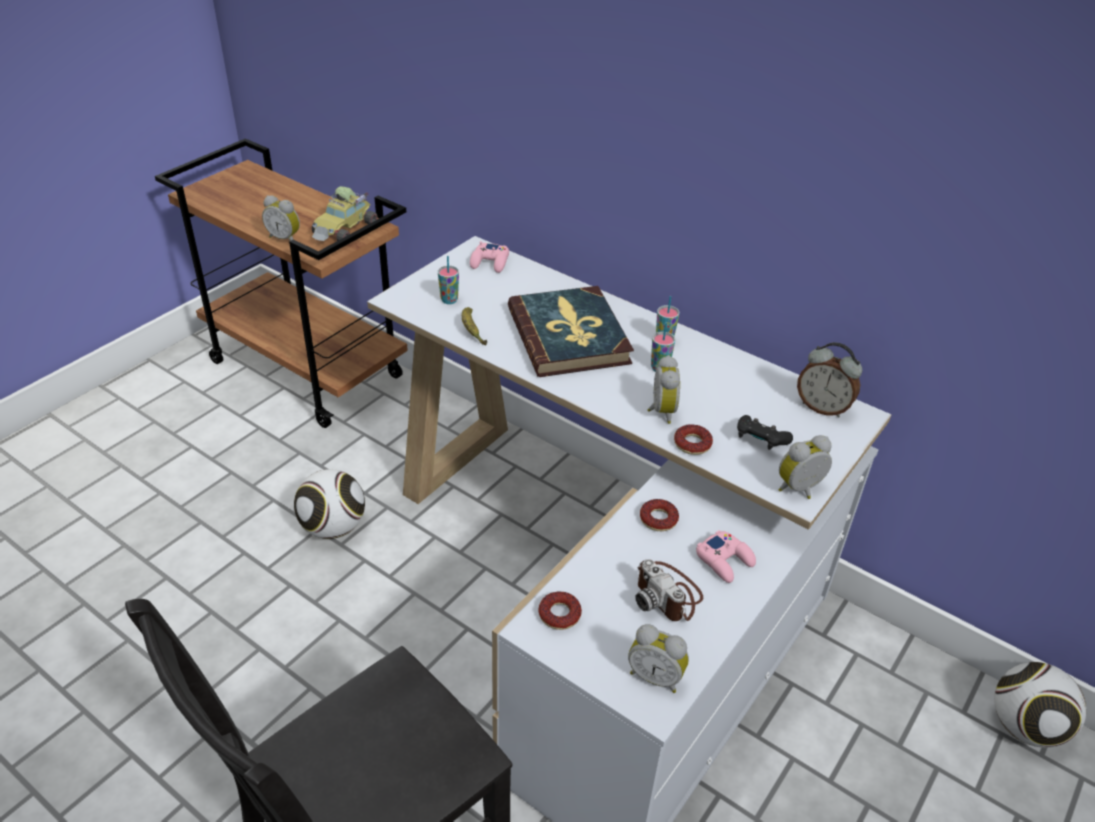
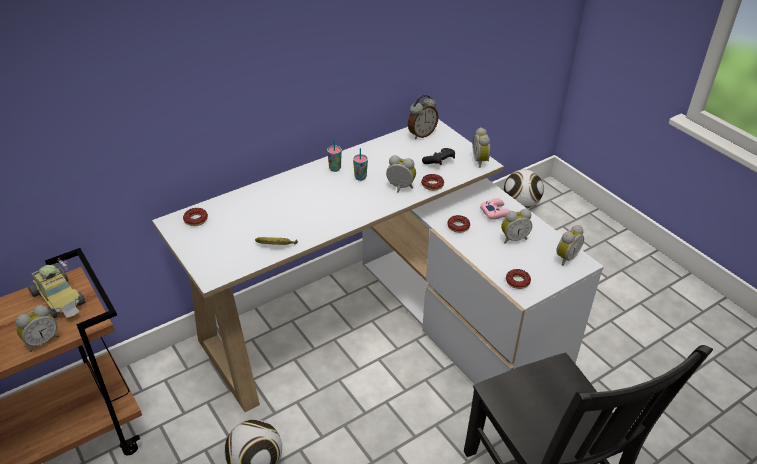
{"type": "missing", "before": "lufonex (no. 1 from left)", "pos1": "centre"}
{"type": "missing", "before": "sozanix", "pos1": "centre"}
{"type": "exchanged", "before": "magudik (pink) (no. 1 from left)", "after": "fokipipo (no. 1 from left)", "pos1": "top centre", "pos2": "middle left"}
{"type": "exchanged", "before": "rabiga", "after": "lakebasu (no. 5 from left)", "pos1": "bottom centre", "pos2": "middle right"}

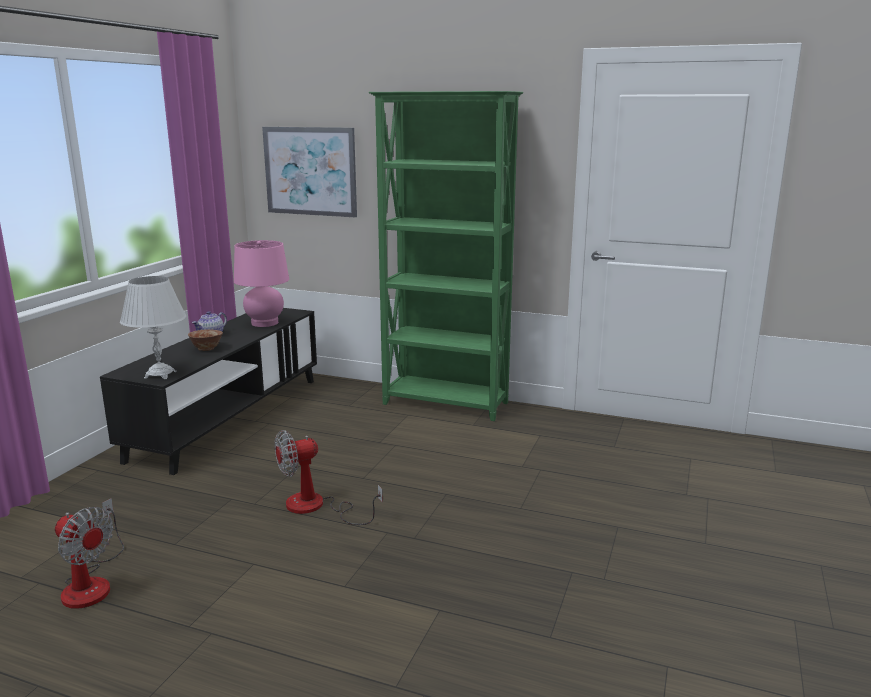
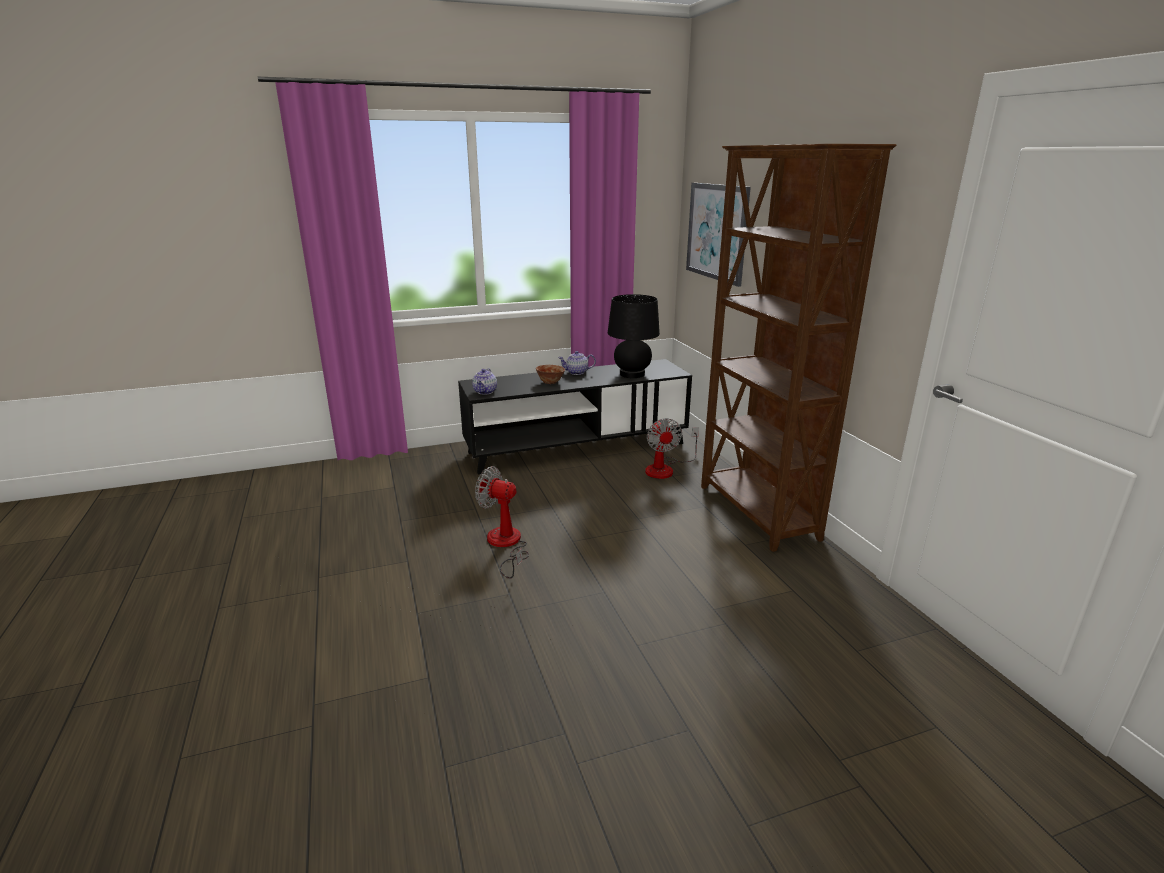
{"type": "relocated", "before": "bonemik (no. 1 from left in the first image)", "after": "bonemik (no. 2 from left)", "pos1": "bottom left", "pos2": "centre"}
{"type": "exchanged", "before": "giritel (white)", "after": "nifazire (no. 1 from left)", "pos1": "middle left", "pos2": "centre"}
{"type": "colour", "before": "giritel (pink)", "after": "giritel (black)", "pos1": "middle left", "pos2": "centre"}
{"type": "colour", "before": "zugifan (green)", "after": "zugifan (brown)", "pos1": "centre", "pos2": "middle right"}

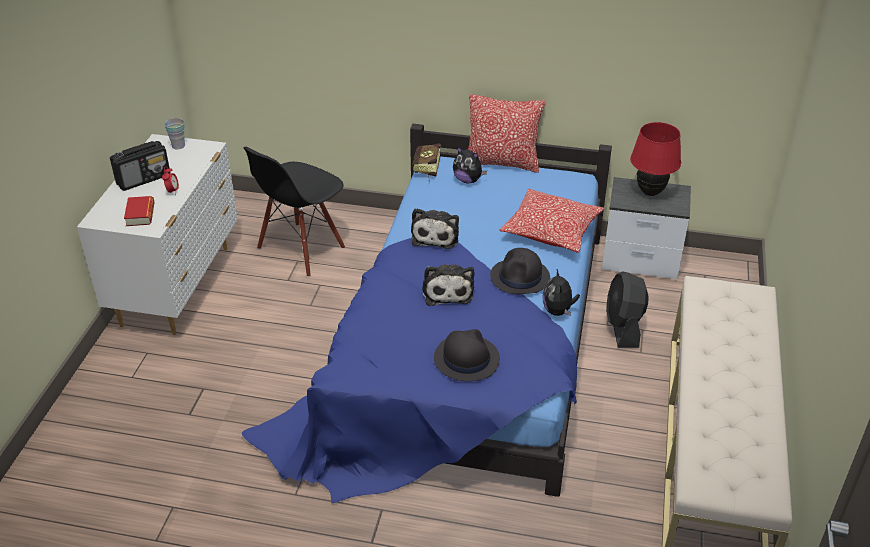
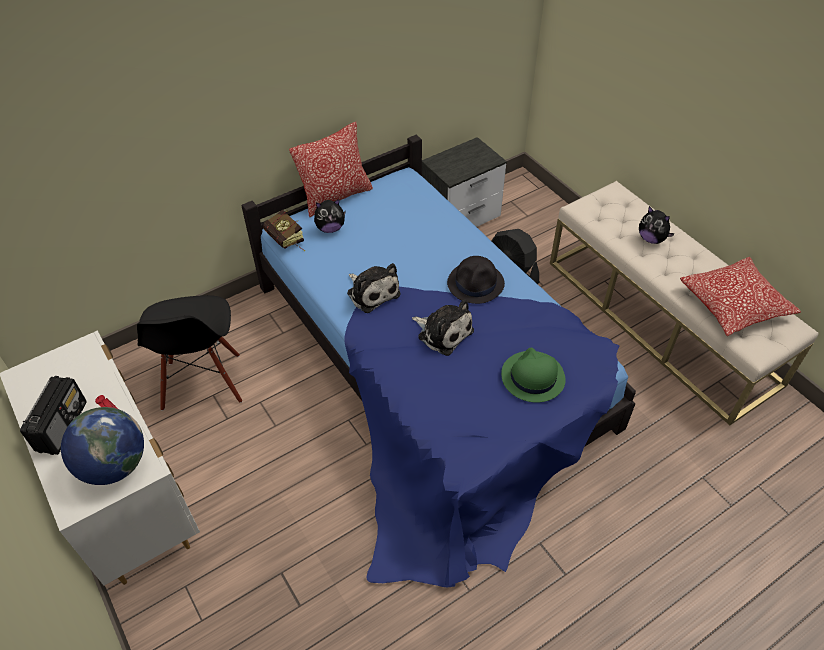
{"type": "missing", "before": "lufonex", "pos1": "top left"}
{"type": "missing", "before": "giritel (red)", "pos1": "top right"}
{"type": "relocated", "before": "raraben (no. 2 from left)", "pos1": "centre", "pos2": "middle right"}
{"type": "relocated", "before": "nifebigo (no. 4 from left)", "pos1": "centre", "pos2": "middle right"}
{"type": "exchanged", "before": "sozanix (no. 1 from left)", "after": "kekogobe", "pos1": "middle left", "pos2": "bottom left"}
{"type": "colour", "before": "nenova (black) (no. 1 from left)", "after": "nenova (green)", "pos1": "centre", "pos2": "centre"}

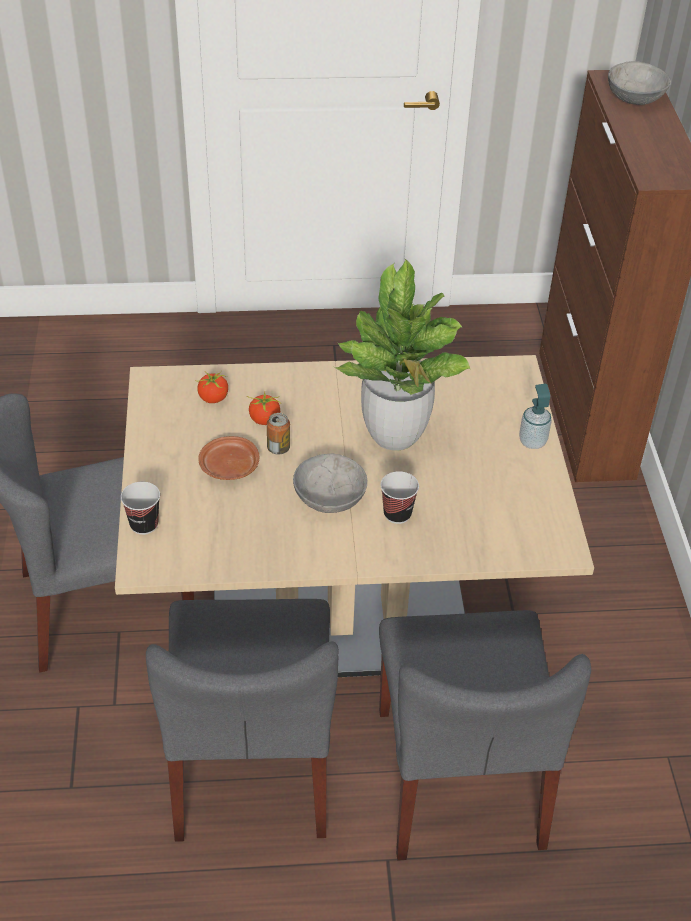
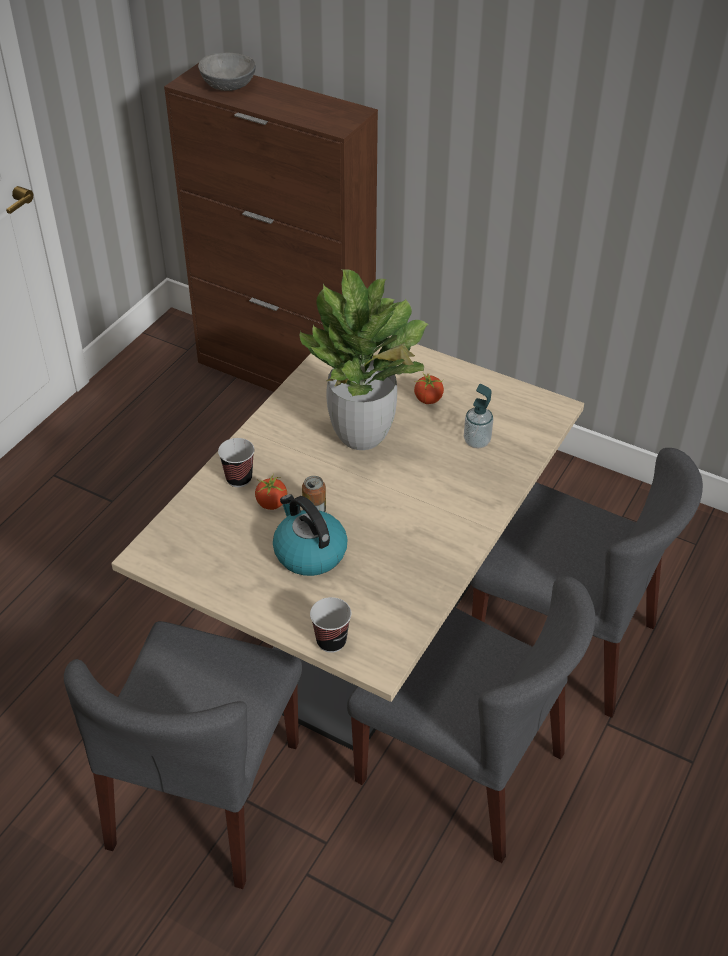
{"type": "missing", "before": "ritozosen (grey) (no. 1 from left)", "pos1": "centre"}
{"type": "relocated", "before": "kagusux (no. 1 from left in the first image)", "after": "kagusux (no. 2 from left)", "pos1": "middle left", "pos2": "centre"}
{"type": "relocated", "before": "lufonex (no. 2 from left in the first image)", "after": "lufonex (no. 1 from left)", "pos1": "centre", "pos2": "middle left"}
{"type": "relocated", "before": "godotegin", "pos1": "middle right", "pos2": "centre"}
{"type": "exchanged", "before": "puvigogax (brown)", "after": "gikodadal", "pos1": "middle left", "pos2": "centre"}

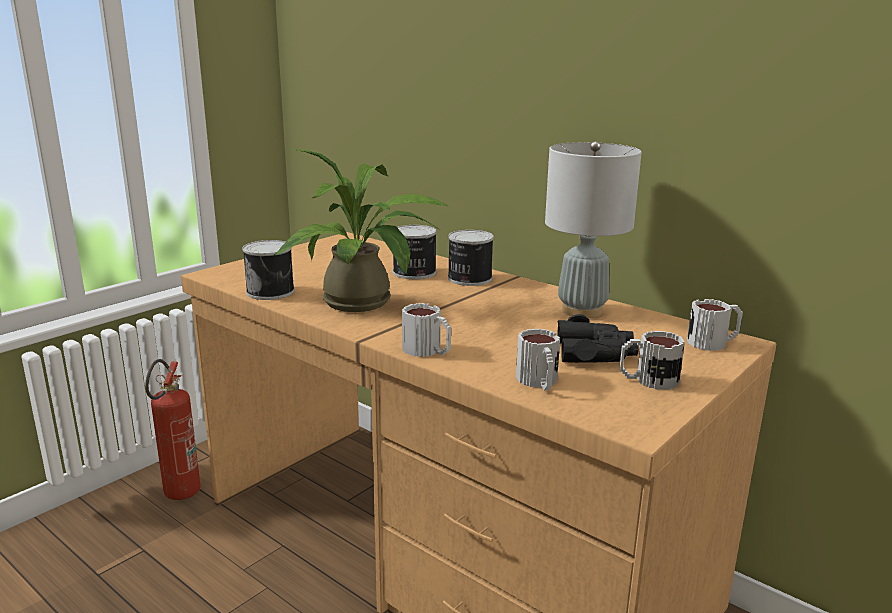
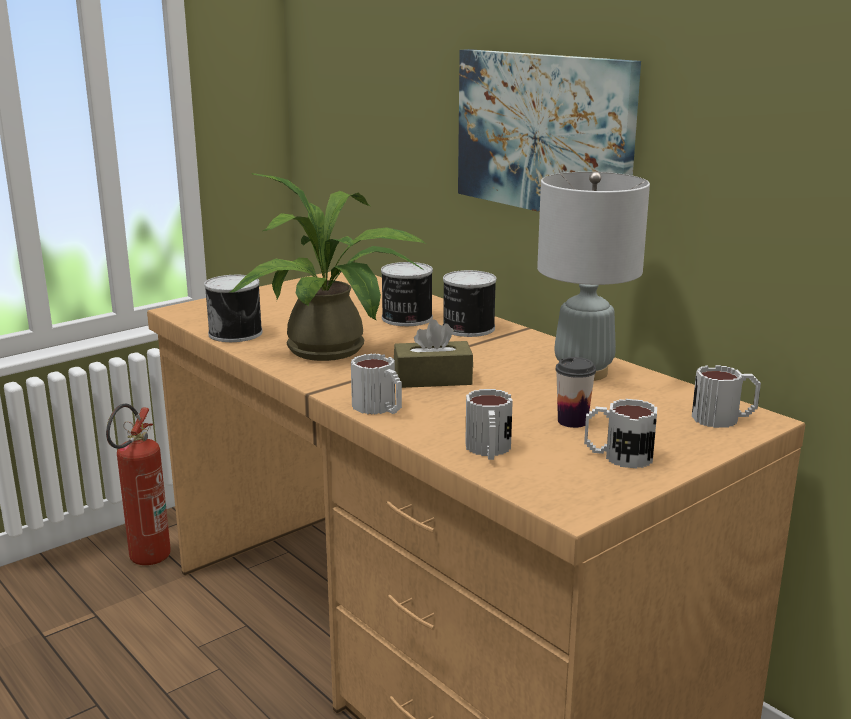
{"type": "appeared", "after": "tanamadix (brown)", "pos2": "centre"}
{"type": "appeared", "after": "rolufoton", "pos2": "top centre"}
{"type": "exchanged", "before": "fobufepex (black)", "after": "lufonex", "pos1": "middle right", "pos2": "middle right"}

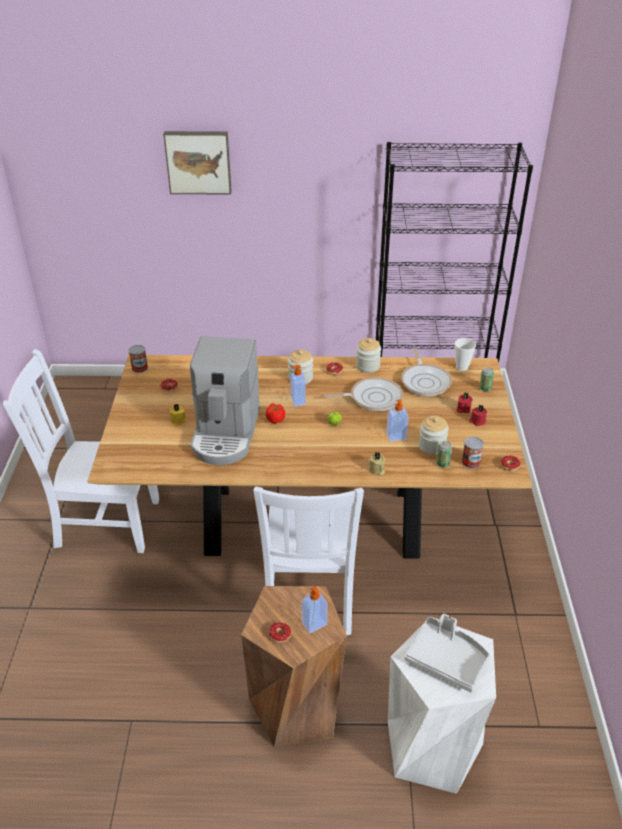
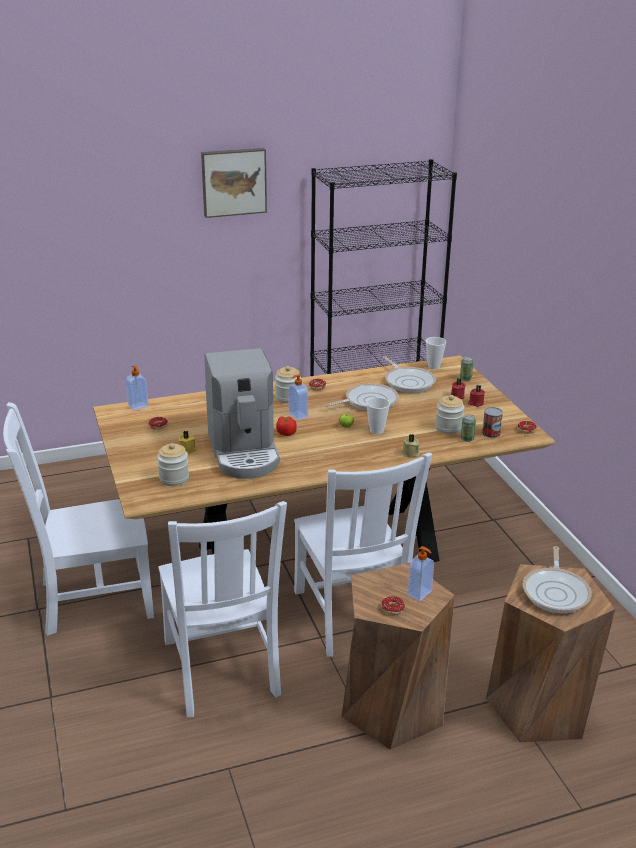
{"type": "missing", "before": "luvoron (no. 1 from left)", "pos1": "middle left"}
{"type": "appeared", "after": "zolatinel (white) (no. 2 from left)", "pos2": "bottom centre"}
{"type": "appeared", "after": "lufonex (no. 1 from left)", "pos2": "centre"}
{"type": "relocated", "before": "rolufoton", "pos1": "top left", "pos2": "top centre"}
{"type": "relocated", "before": "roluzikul (no. 2 from left in the first image)", "after": "roluzikul (no. 1 from left)", "pos1": "centre", "pos2": "middle left"}
{"type": "relocated", "before": "godotegin (no. 3 from left in the first image)", "after": "godotegin (no. 1 from left)", "pos1": "centre", "pos2": "middle left"}
{"type": "exchanged", "before": "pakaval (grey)", "after": "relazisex (no. 3 from left)", "pos1": "bottom right", "pos2": "bottom right"}
{"type": "colour", "before": "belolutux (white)", "after": "belolutux (brown) (no. 2 from left)", "pos1": "bottom right", "pos2": "bottom right"}

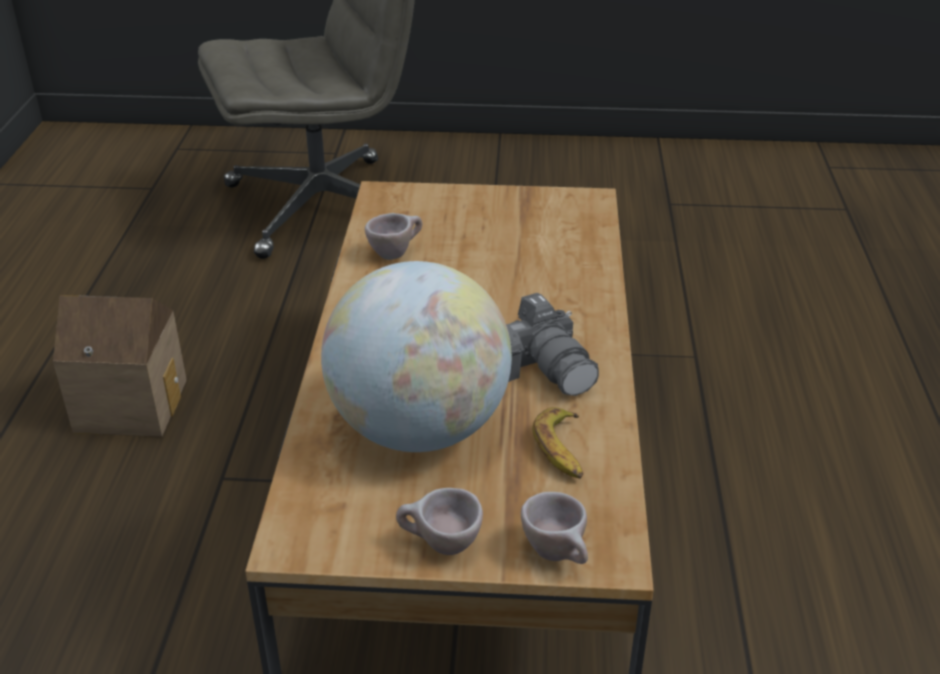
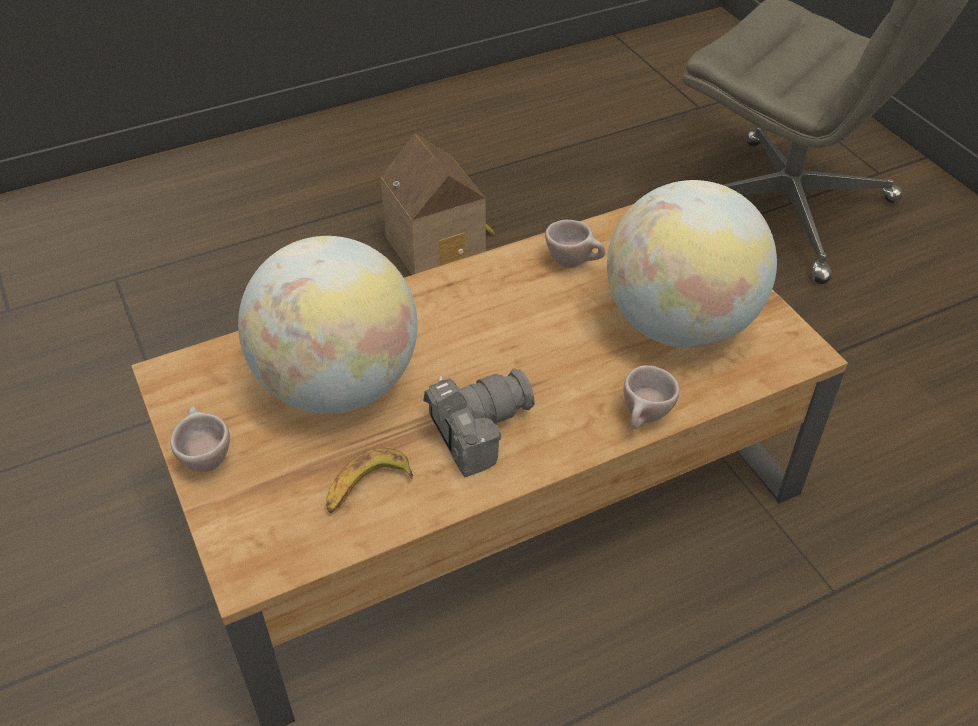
{"type": "appeared", "after": "kekogobe (no. 2 from left)", "pos2": "middle right"}
{"type": "relocated", "before": "lufonex (beige) (no. 3 from left)", "pos1": "bottom centre", "pos2": "centre"}
{"type": "spun", "before": "rabiga", "pos1": "centre", "pos2": "centre", "turn": -150}

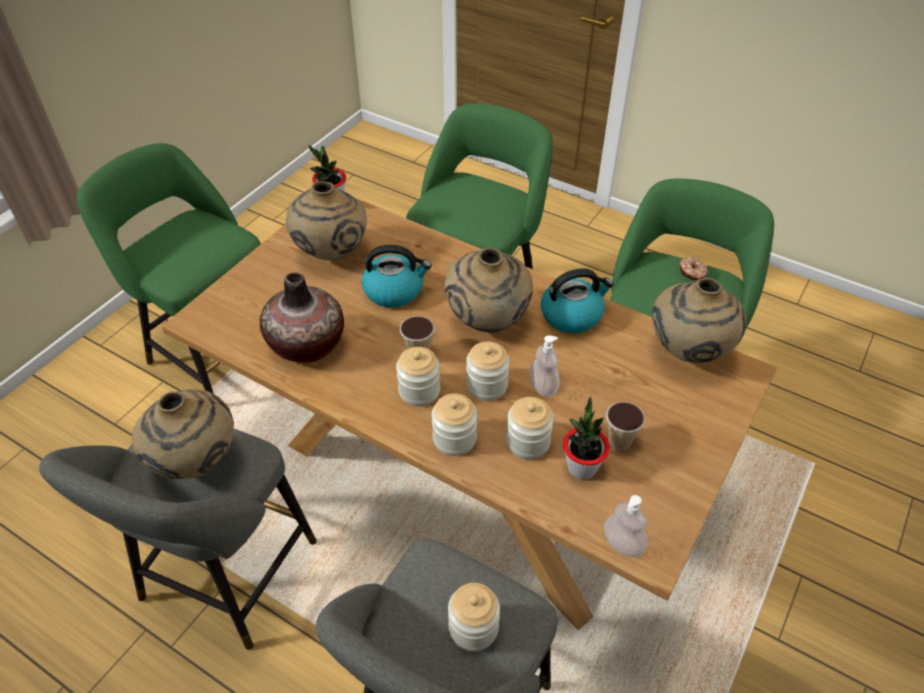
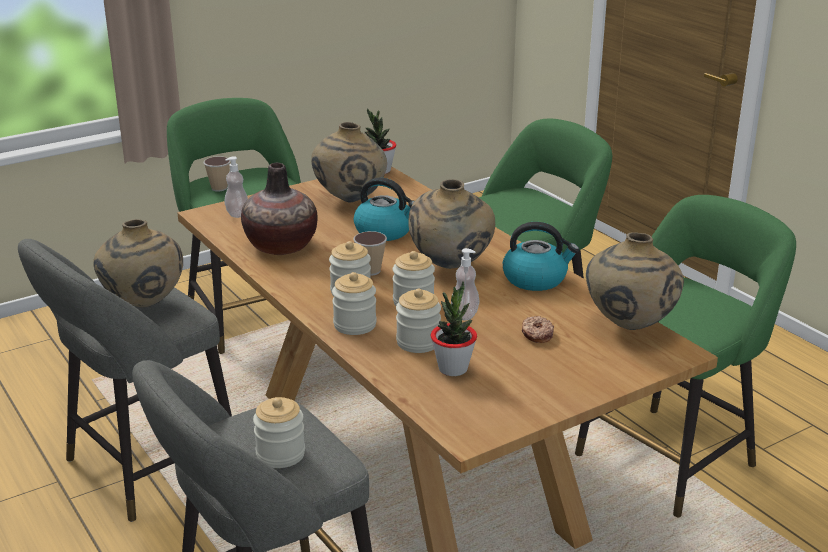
{"type": "relocated", "before": "godotegin (no. 2 from left in the first image)", "after": "godotegin (no. 1 from left)", "pos1": "bottom right", "pos2": "middle left"}
{"type": "relocated", "before": "lufonex (no. 2 from left in the first image)", "after": "lufonex (no. 1 from left)", "pos1": "middle right", "pos2": "top left"}
{"type": "relocated", "before": "fokipipo", "pos1": "middle right", "pos2": "centre"}

